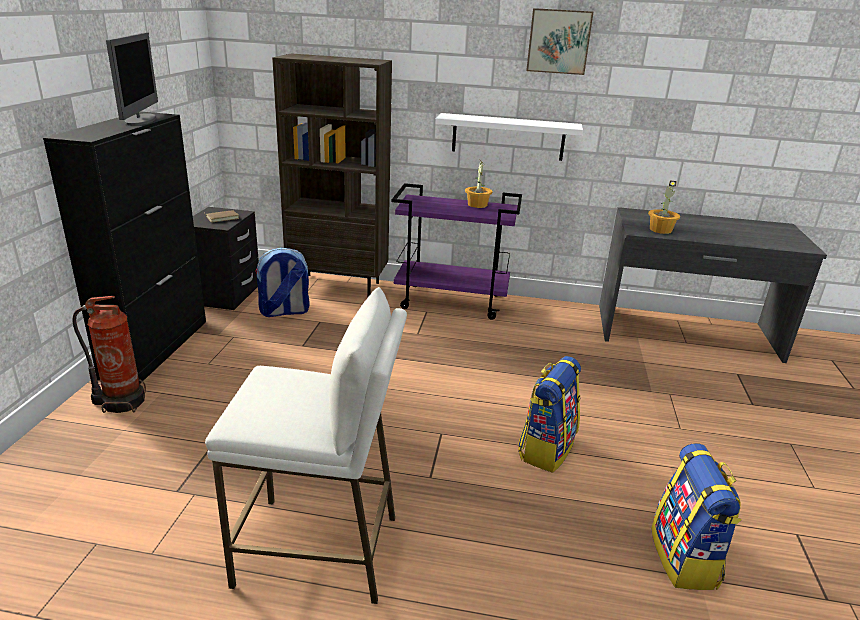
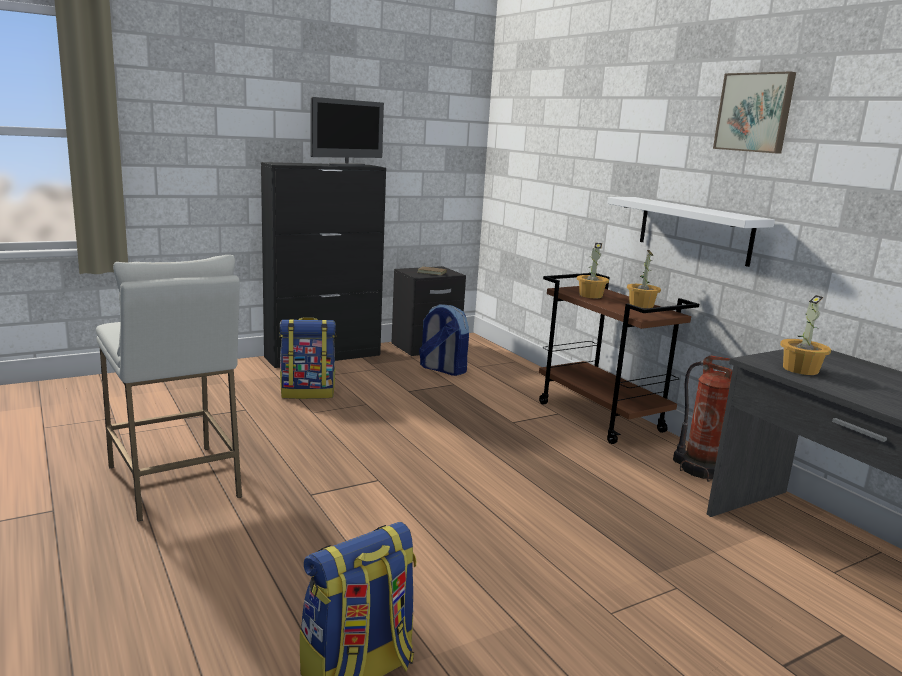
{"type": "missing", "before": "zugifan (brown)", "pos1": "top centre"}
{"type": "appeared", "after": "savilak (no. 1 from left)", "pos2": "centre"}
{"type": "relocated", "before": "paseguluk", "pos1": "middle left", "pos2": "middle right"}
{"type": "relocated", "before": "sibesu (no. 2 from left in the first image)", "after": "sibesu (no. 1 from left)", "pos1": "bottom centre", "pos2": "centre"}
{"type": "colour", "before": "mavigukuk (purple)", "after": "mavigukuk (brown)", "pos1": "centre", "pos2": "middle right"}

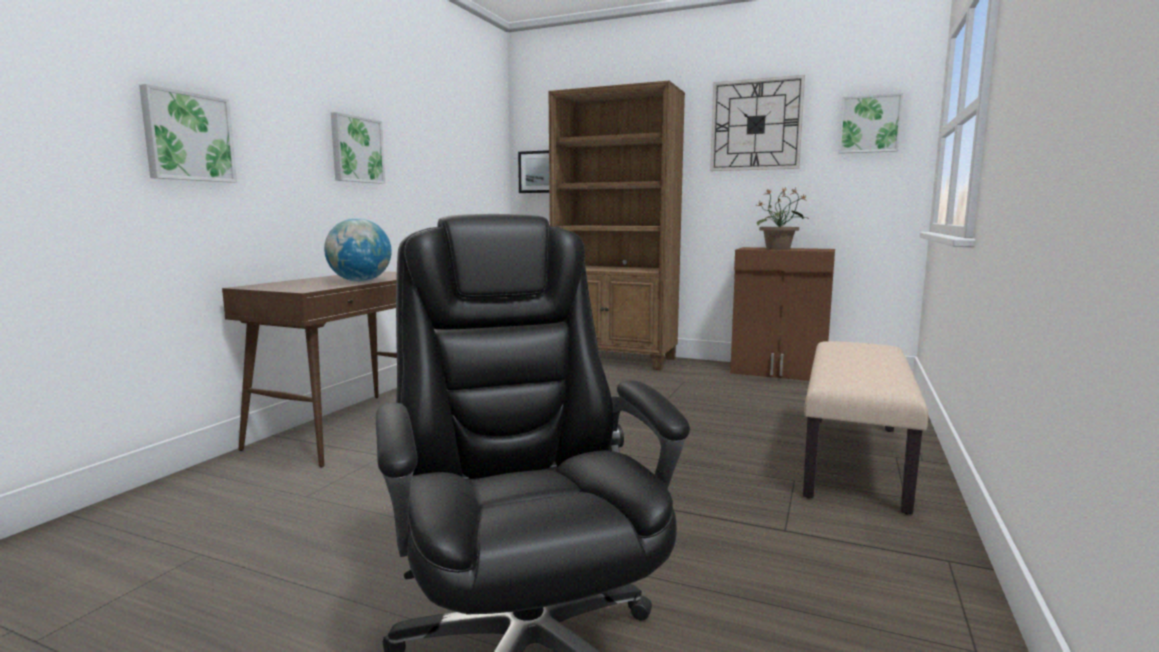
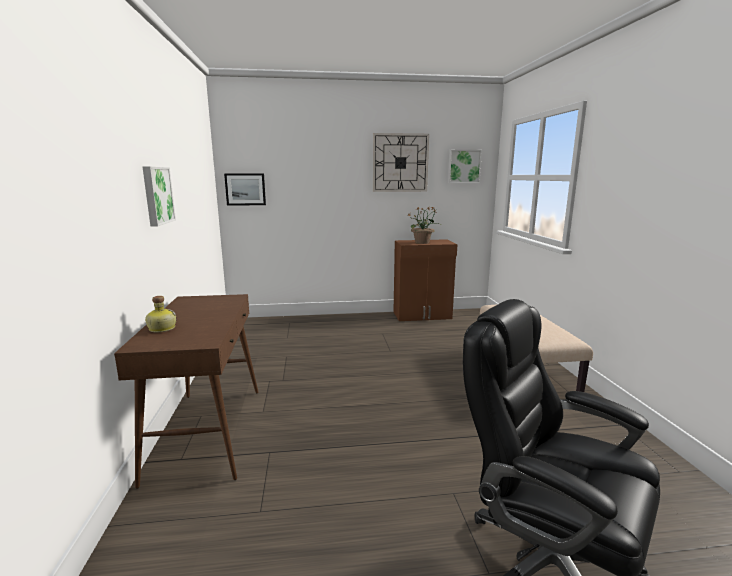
{"type": "missing", "before": "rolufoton (no. 1 from left)", "pos1": "top left"}
{"type": "missing", "before": "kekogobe", "pos1": "middle left"}
{"type": "missing", "before": "zugifan (brown)", "pos1": "centre"}
{"type": "appeared", "after": "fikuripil", "pos2": "middle left"}

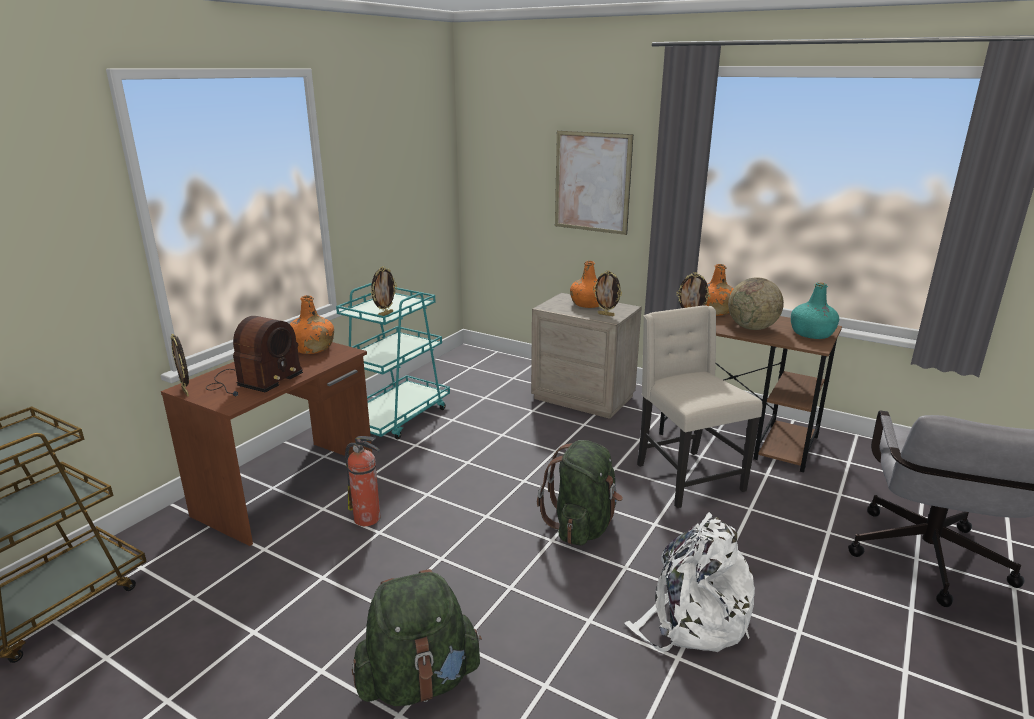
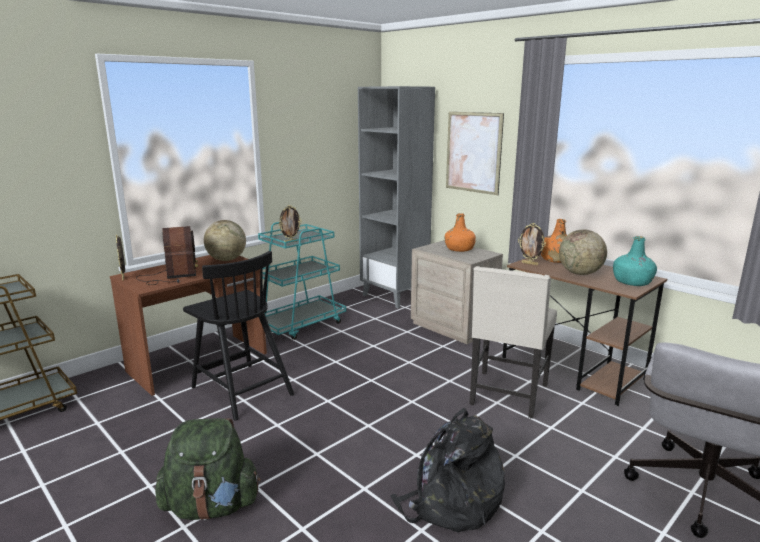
{"type": "missing", "before": "sibesu (green) (no. 2 from left)", "pos1": "bottom centre"}
{"type": "missing", "before": "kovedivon (no. 3 from left)", "pos1": "centre"}
{"type": "appeared", "after": "zugifan (grey)", "pos2": "centre"}
{"type": "exchanged", "before": "fikuripil (orange) (no. 1 from left)", "after": "kekogobe (no. 1 from left)", "pos1": "middle left", "pos2": "middle left"}
{"type": "exchanged", "before": "paseguluk", "after": "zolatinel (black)", "pos1": "bottom centre", "pos2": "middle left"}
{"type": "colour", "before": "sibesu (white)", "after": "sibesu (black)", "pos1": "bottom centre", "pos2": "bottom centre"}
{"type": "spun", "before": "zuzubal", "pos1": "middle left", "pos2": "middle left", "turn": -60}
{"type": "spun", "before": "zolatinel (beige)", "pos1": "middle right", "pos2": "middle right", "turn": -150}

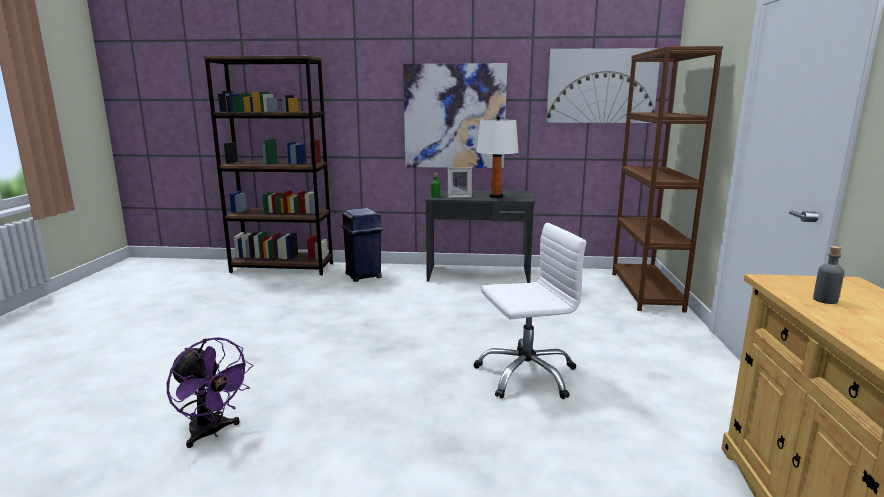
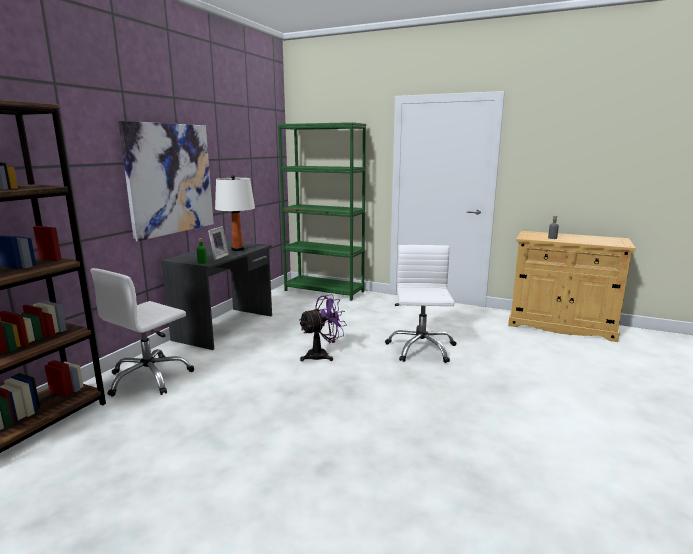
{"type": "missing", "before": "rolufoton (no. 2 from left)", "pos1": "top right"}
{"type": "relocated", "before": "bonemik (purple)", "pos1": "bottom left", "pos2": "centre"}
{"type": "exchanged", "before": "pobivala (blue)", "after": "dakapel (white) (no. 1 from left)", "pos1": "centre", "pos2": "middle left"}
{"type": "colour", "before": "zugifan (brown) (no. 2 from left)", "after": "zugifan (green)", "pos1": "middle right", "pos2": "centre"}

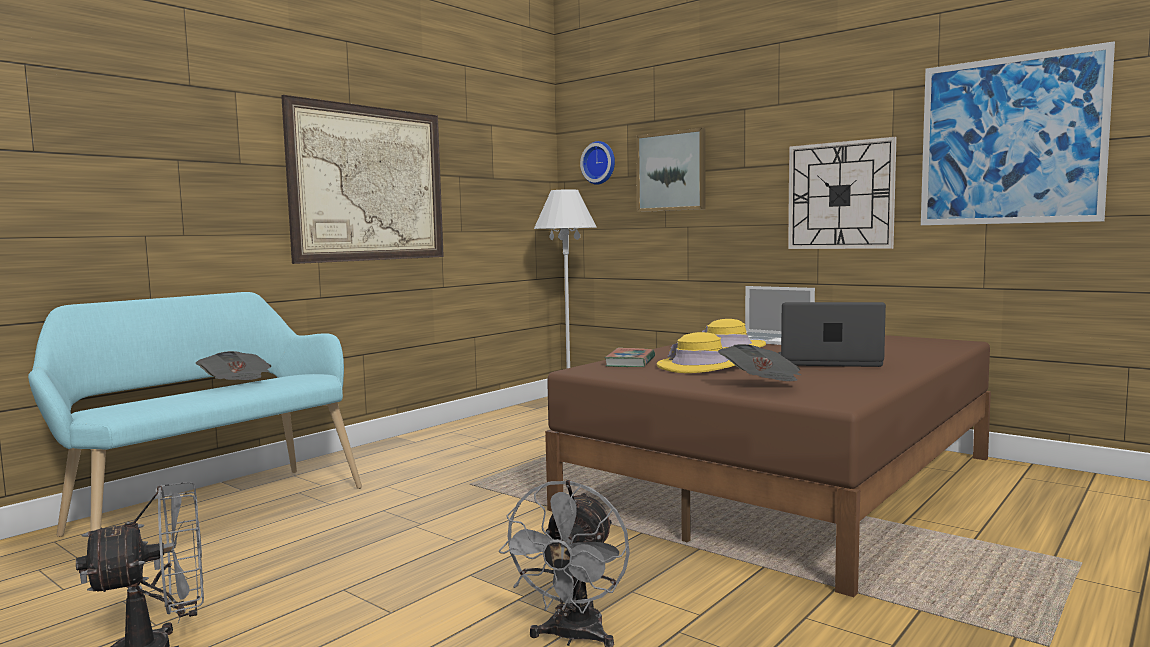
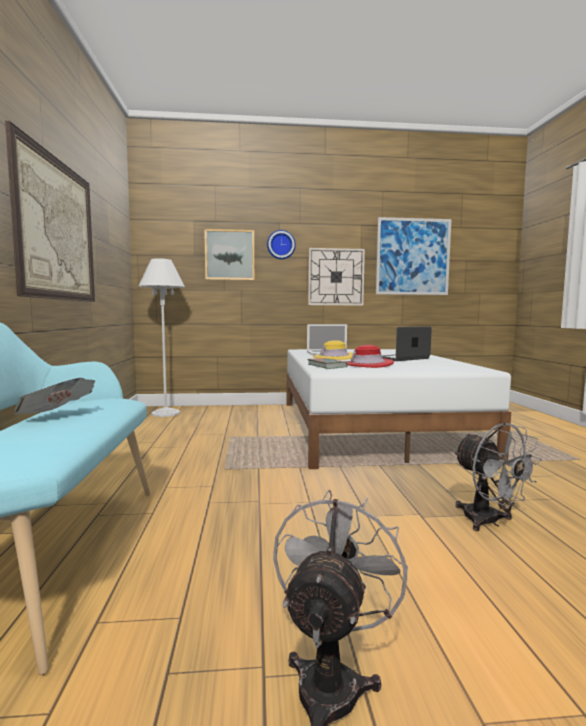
{"type": "missing", "before": "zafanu (no. 2 from left)", "pos1": "centre"}
{"type": "relocated", "before": "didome (no. 1 from left)", "pos1": "top centre", "pos2": "centre"}
{"type": "colour", "before": "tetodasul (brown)", "after": "tetodasul (white)", "pos1": "bottom right", "pos2": "middle right"}
{"type": "colour", "before": "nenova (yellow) (no. 1 from left)", "after": "nenova (red)", "pos1": "centre", "pos2": "centre"}

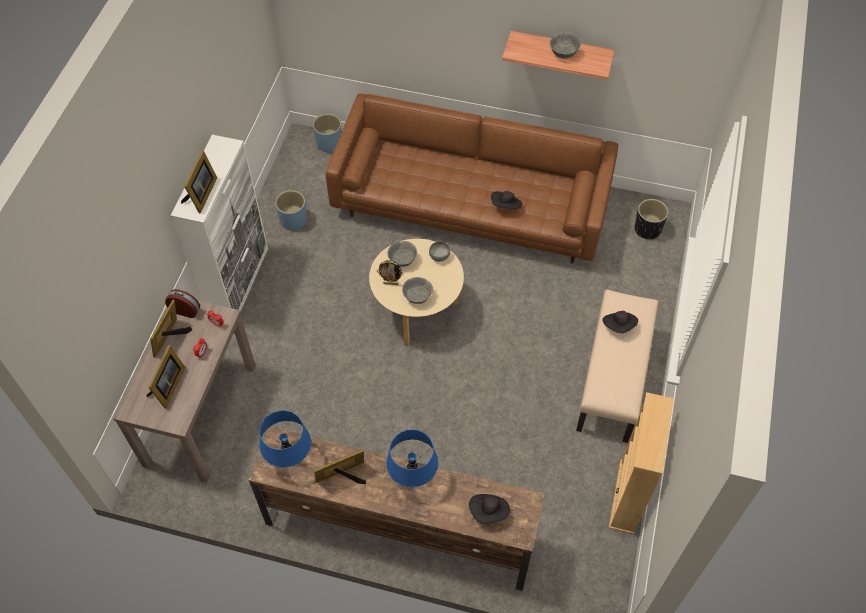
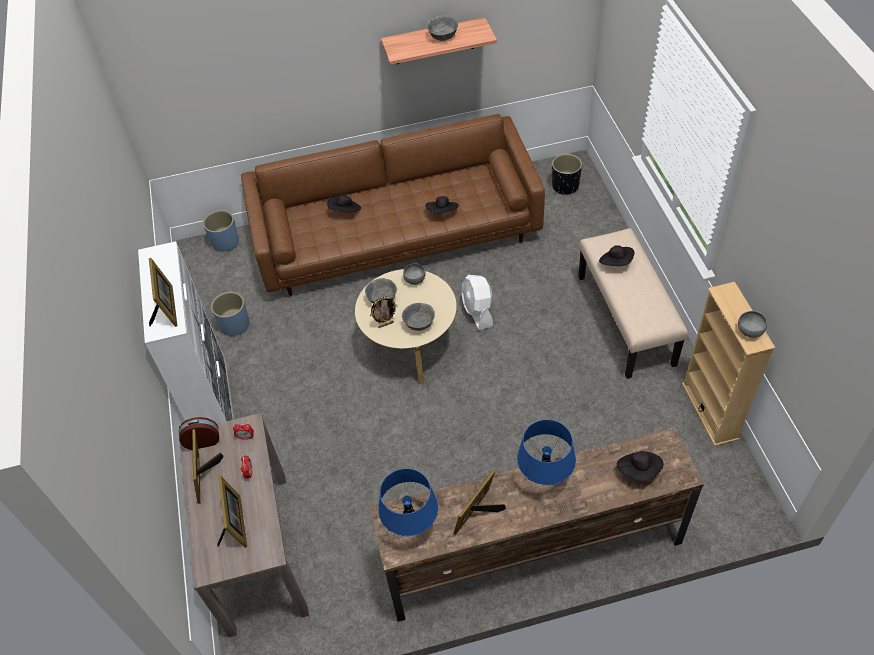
{"type": "appeared", "after": "nenova (black) (no. 1 from left)", "pos2": "top centre"}
{"type": "appeared", "after": "bonemik (white)", "pos2": "centre"}
{"type": "appeared", "after": "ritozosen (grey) (no. 5 from left)", "pos2": "middle right"}

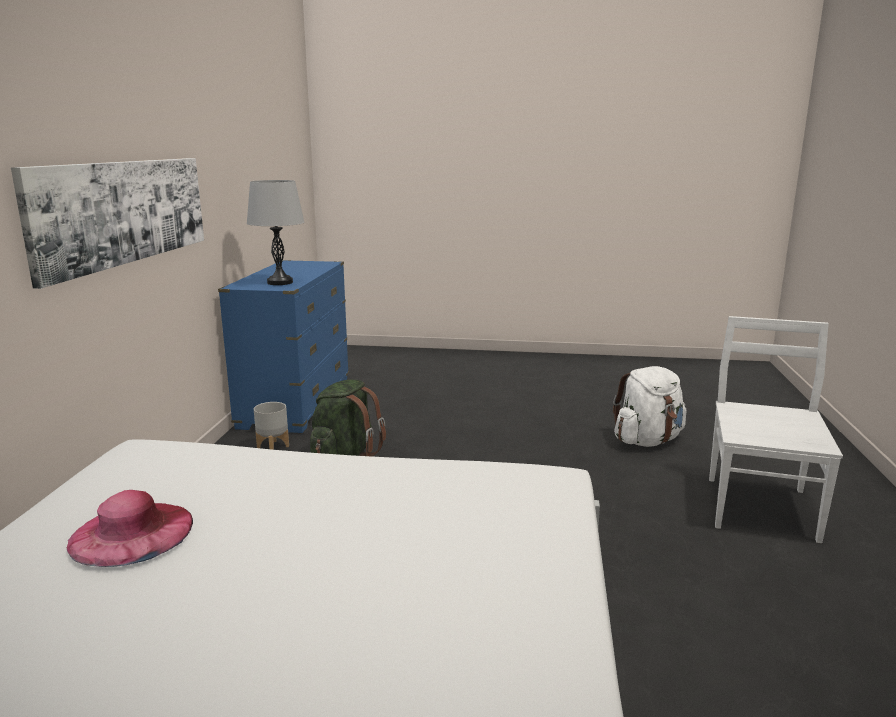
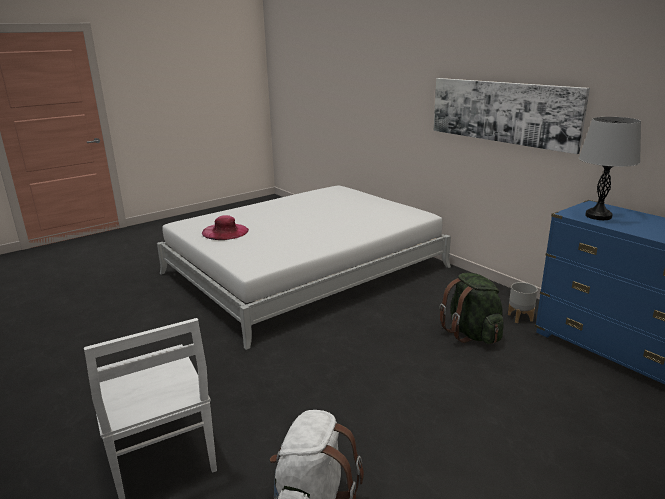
{"type": "relocated", "before": "nenova (pink)", "pos1": "bottom left", "pos2": "centre"}

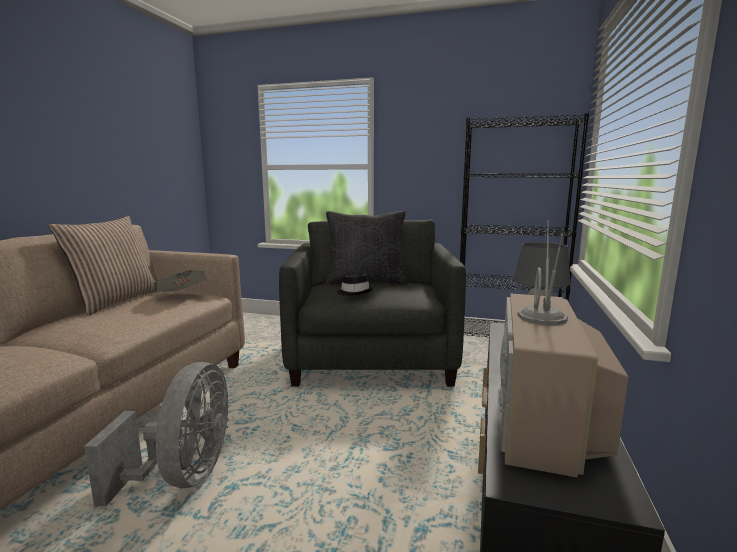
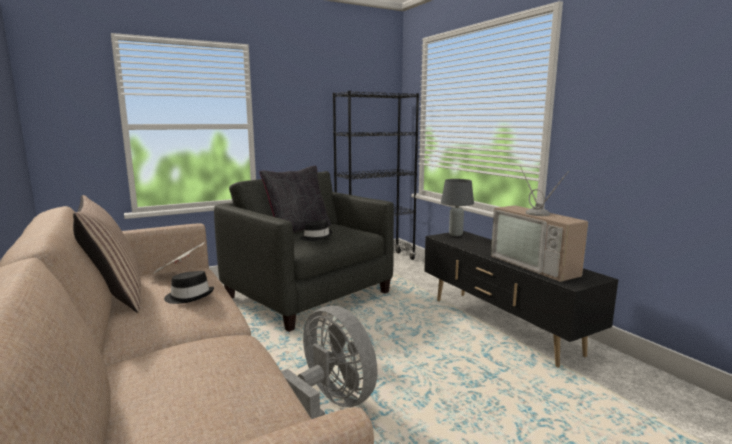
{"type": "appeared", "after": "nenova (black) (no. 1 from left)", "pos2": "middle left"}

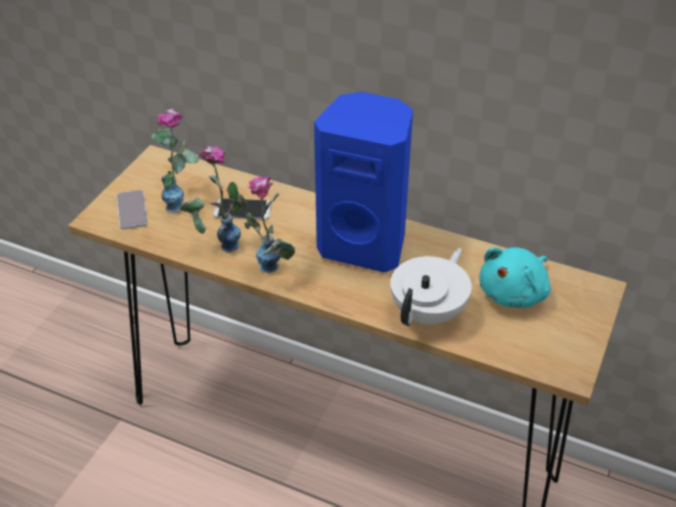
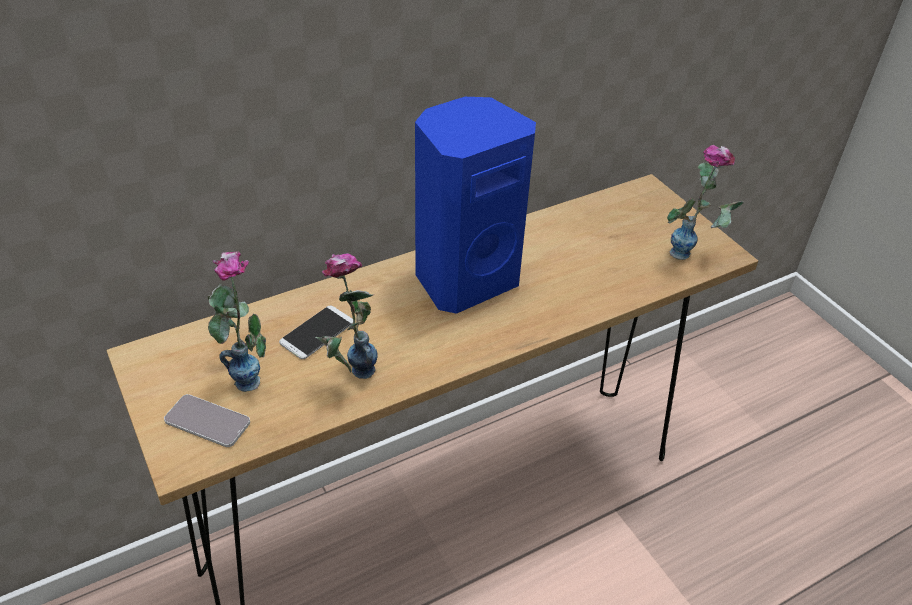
{"type": "missing", "before": "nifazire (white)", "pos1": "centre"}
{"type": "missing", "before": "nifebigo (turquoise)", "pos1": "middle right"}
{"type": "relocated", "before": "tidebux (no. 3 from left)", "pos1": "centre", "pos2": "middle right"}

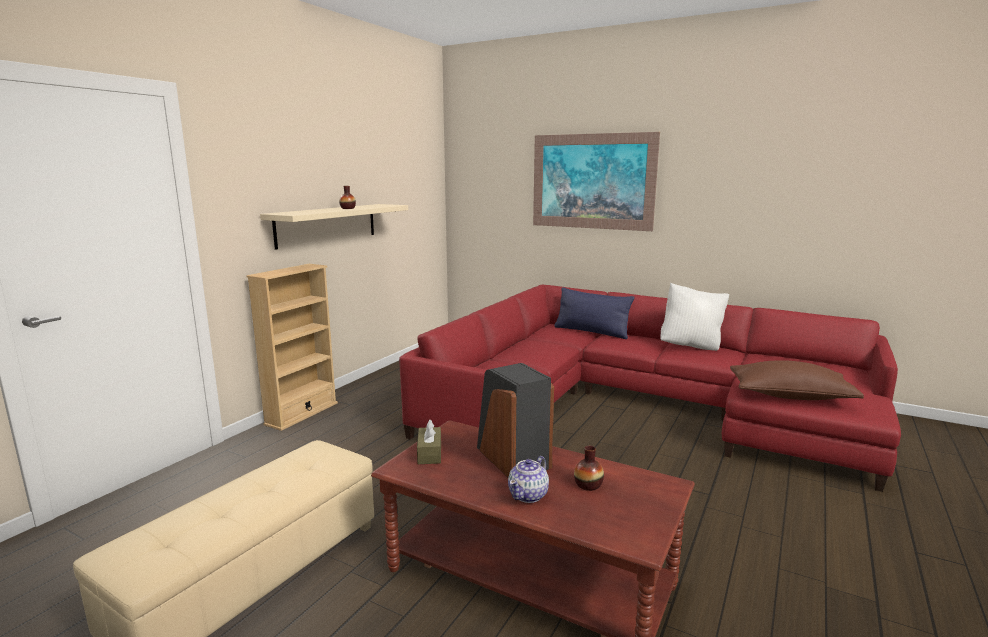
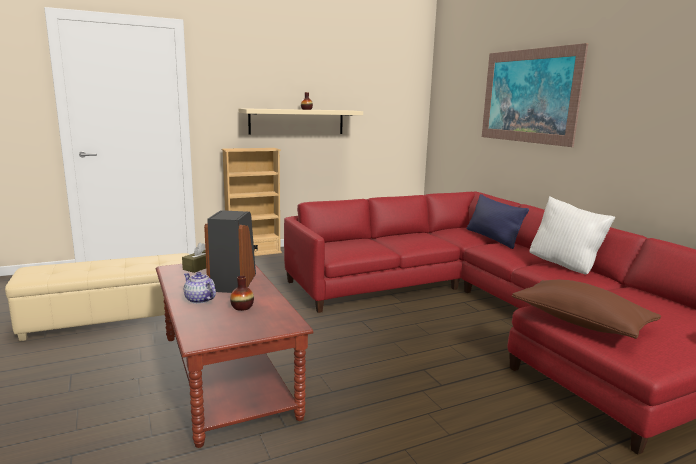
{"type": "spun", "before": "nifazire", "pos1": "bottom centre", "pos2": "middle left", "turn": 60}

